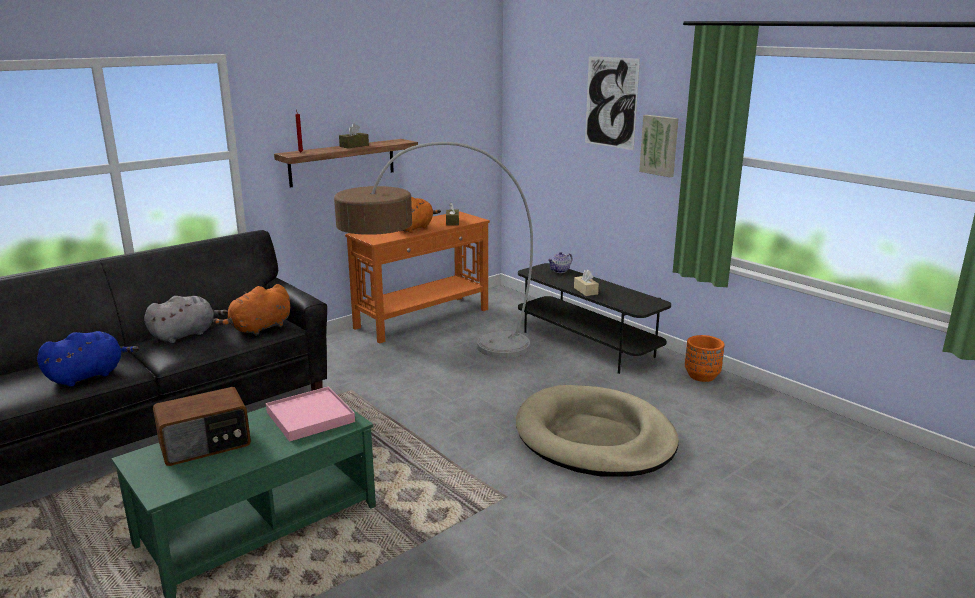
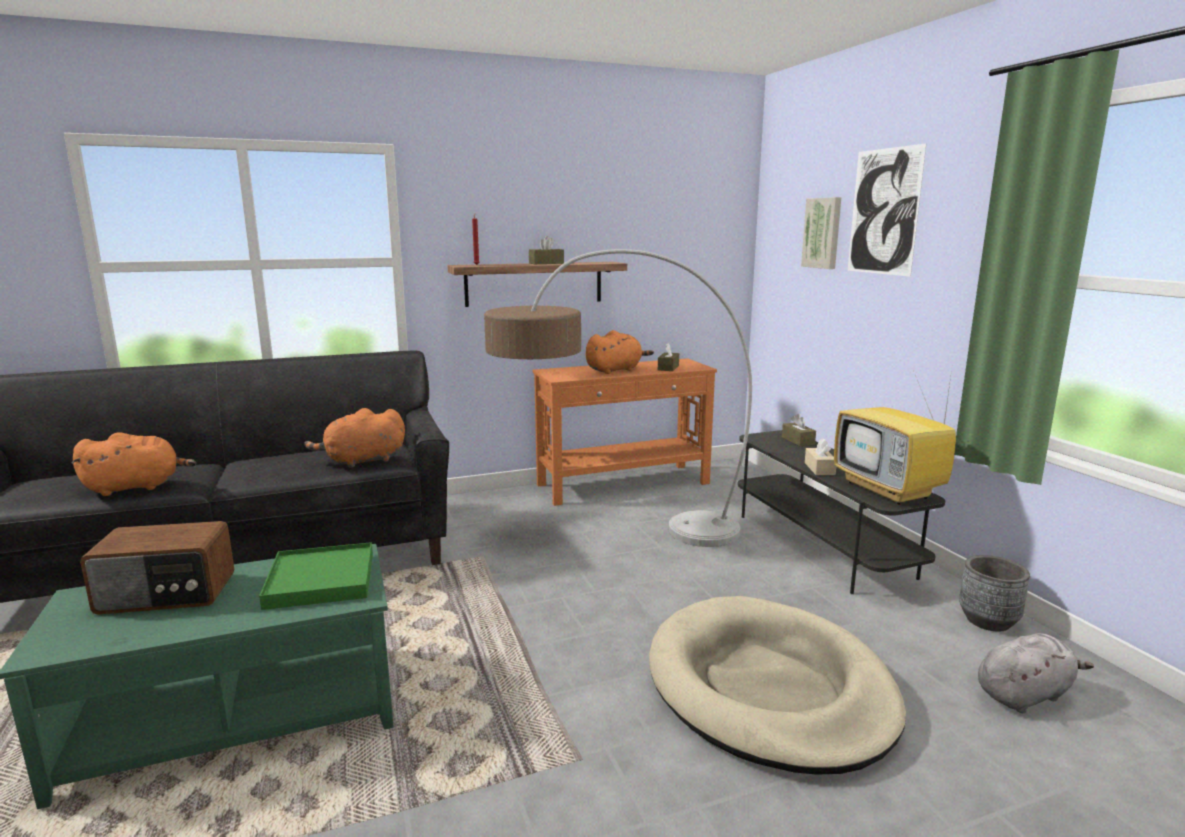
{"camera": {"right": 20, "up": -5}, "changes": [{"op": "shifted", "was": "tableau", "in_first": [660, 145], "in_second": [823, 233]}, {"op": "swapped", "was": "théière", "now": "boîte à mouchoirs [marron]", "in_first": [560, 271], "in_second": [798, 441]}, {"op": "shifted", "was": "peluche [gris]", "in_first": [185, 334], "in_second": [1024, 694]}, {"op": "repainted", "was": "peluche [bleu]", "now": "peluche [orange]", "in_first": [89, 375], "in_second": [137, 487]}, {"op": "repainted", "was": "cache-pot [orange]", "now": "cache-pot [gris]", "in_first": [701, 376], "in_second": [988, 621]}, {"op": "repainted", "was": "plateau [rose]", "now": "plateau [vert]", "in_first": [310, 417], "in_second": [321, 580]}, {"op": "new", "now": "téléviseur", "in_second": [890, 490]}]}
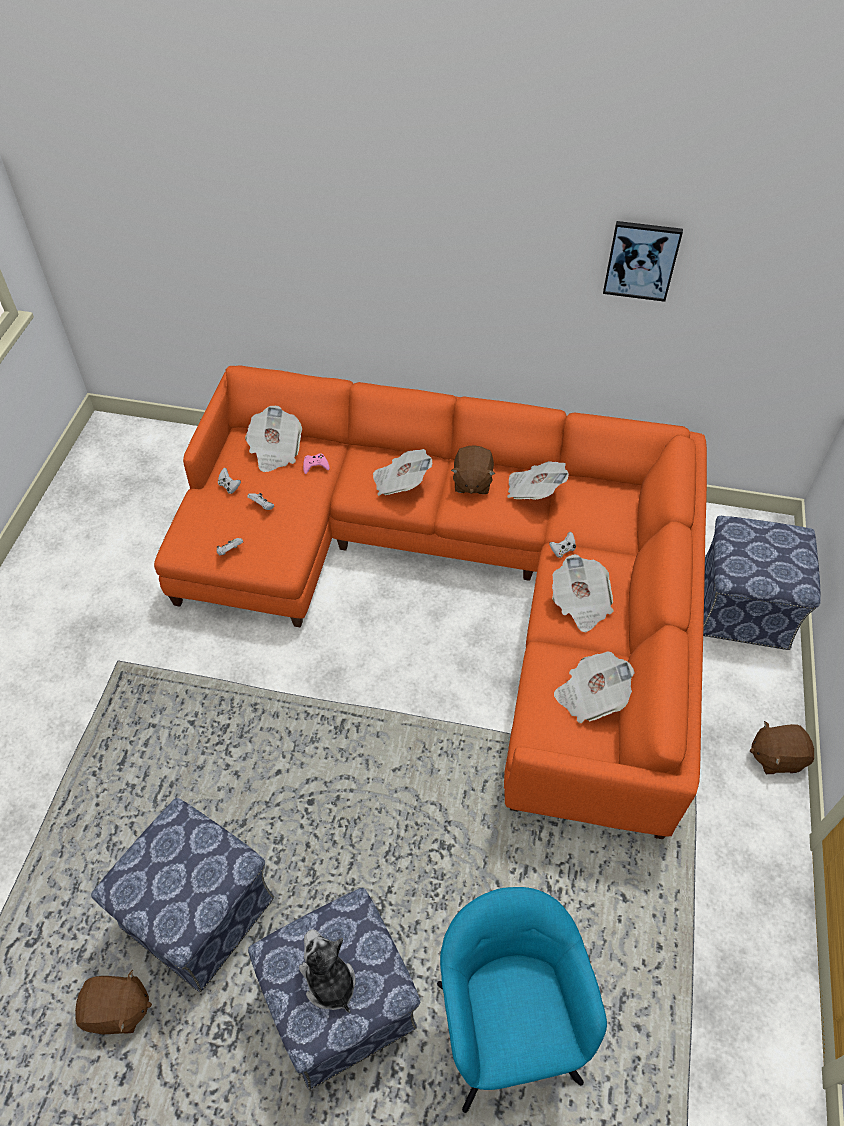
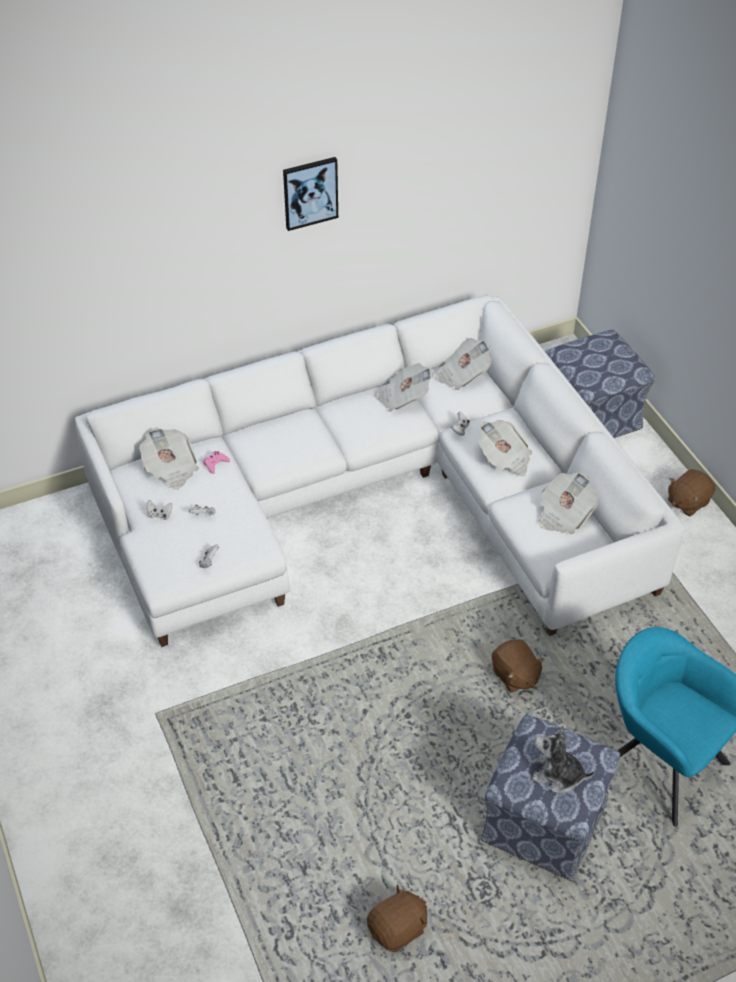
{"camera": {"right": -35, "up": -5}, "changes": [{"op": "shifted", "was": "tableau", "in_first": [641, 260], "in_second": [310, 192]}, {"op": "repainted", "was": "canapé [orange]", "now": "canapé [blanc]", "in_first": [462, 575], "in_second": [374, 499]}, {"op": "shifted", "was": "peluche [marron]", "in_first": [471, 482], "in_second": [515, 675]}, {"op": "shifted", "was": "journal", "in_first": [400, 483], "in_second": [462, 375]}, {"op": "gone", "was": "pouf", "in_first": [199, 910]}]}
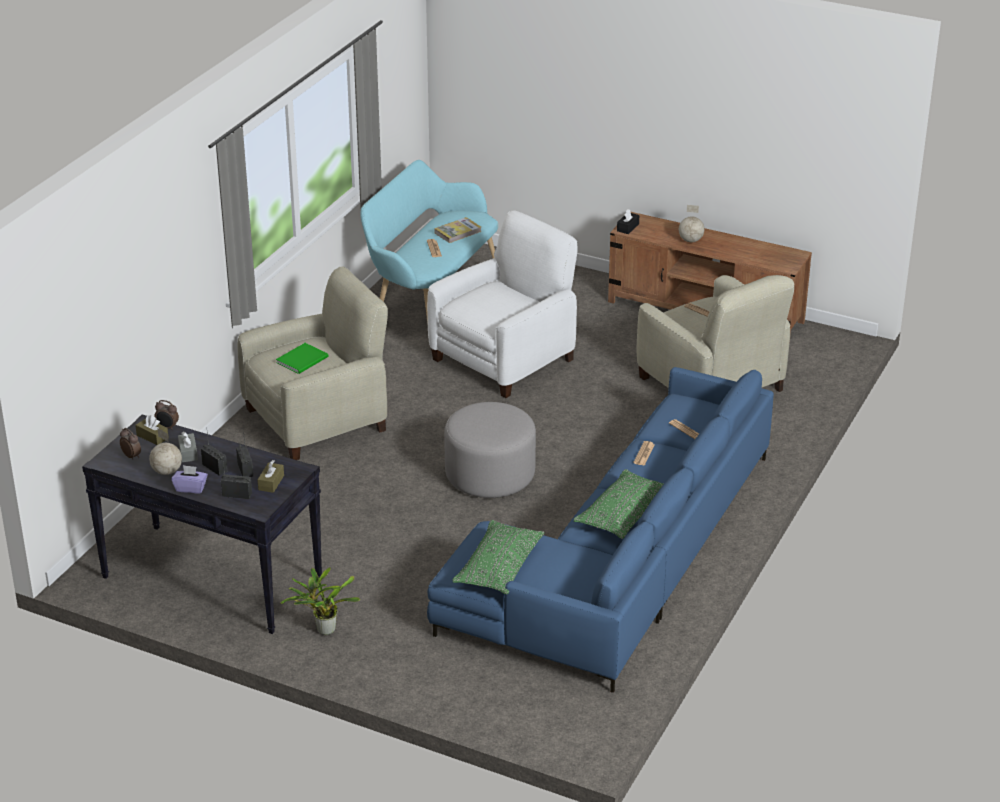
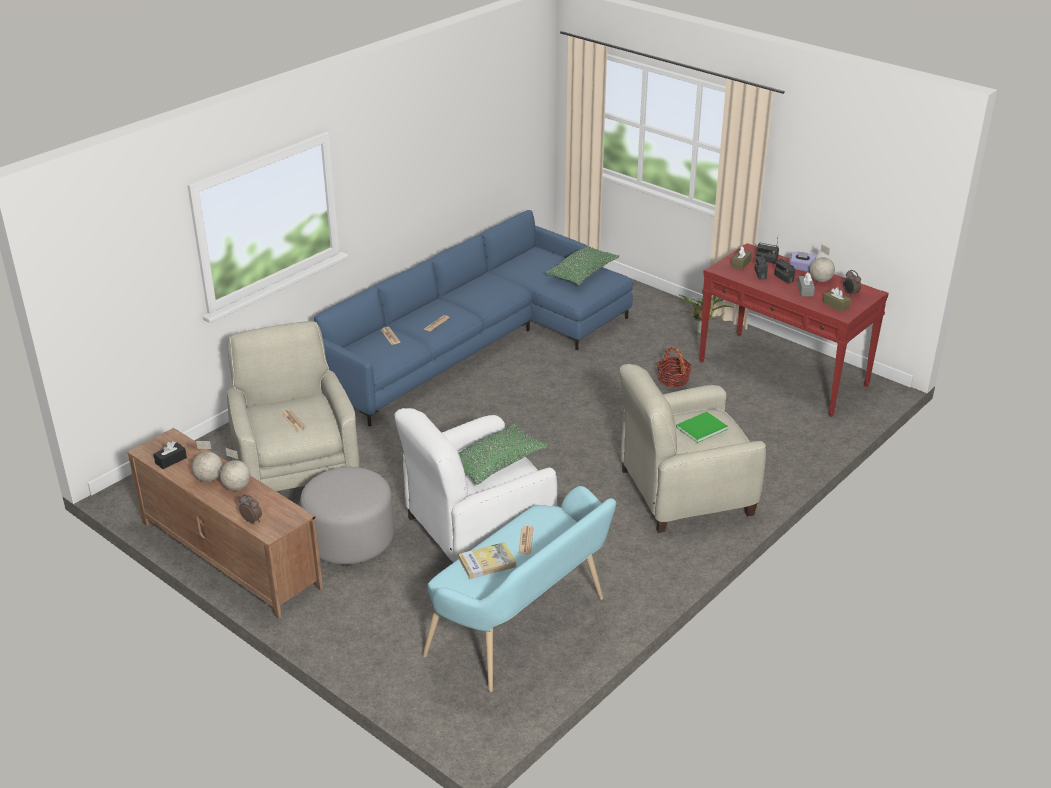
{"camera": {"right": -165, "up": 0}, "changes": [{"op": "shifted", "was": "boîte à mouchoirs [noir]", "in_first": [628, 227], "in_second": [171, 460]}, {"op": "shifted", "was": "réveil", "in_first": [167, 427], "in_second": [252, 520]}, {"op": "shifted", "was": "pouf [gris]", "in_first": [490, 475], "in_second": [349, 539]}, {"op": "repainted", "was": "table console [noir]", "now": "table console [rouge]", "in_first": [211, 578], "in_second": [783, 373]}, {"op": "shifted", "was": "coussin [vert]", "in_first": [623, 514], "in_second": [496, 463]}, {"op": "new", "now": "panier", "in_second": [673, 380]}, {"op": "new", "now": "globe", "in_second": [209, 478]}]}
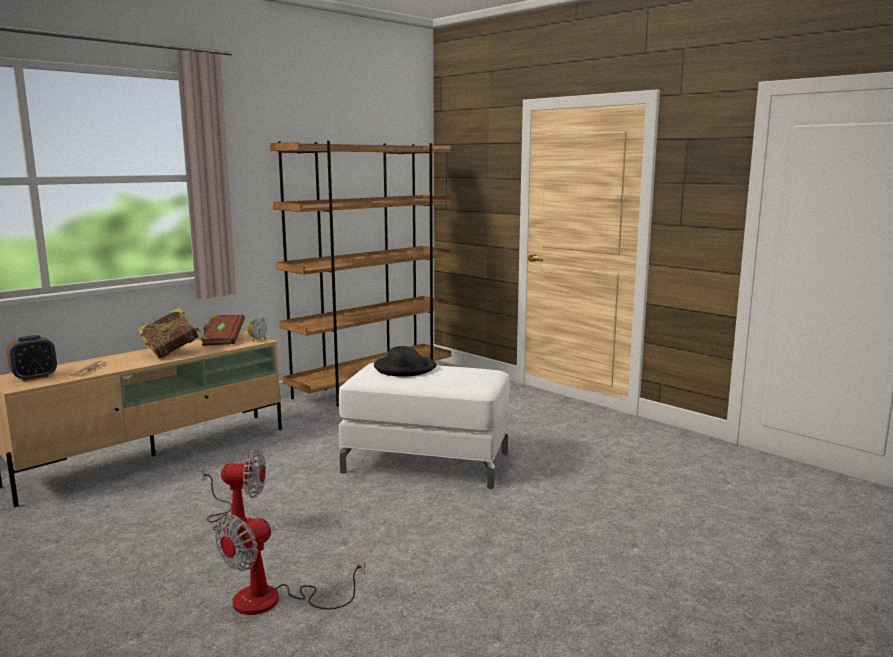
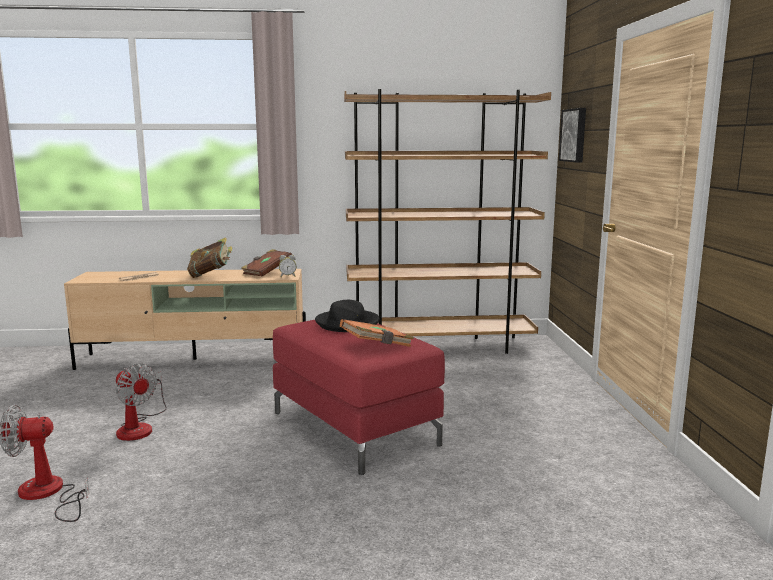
{"camera": {"right": 40, "up": 0}, "changes": [{"op": "gone", "was": "réveil", "in_first": [34, 377]}, {"op": "repainted", "was": "pouf [blanc]", "now": "pouf [rouge]", "in_first": [428, 462], "in_second": [355, 428]}, {"op": "new", "now": "tableau", "in_second": [574, 135]}, {"op": "new", "now": "livre [orange]", "in_second": [377, 346]}]}
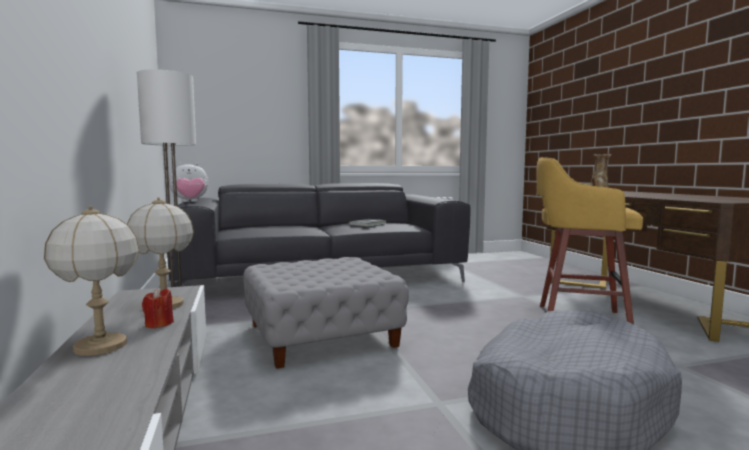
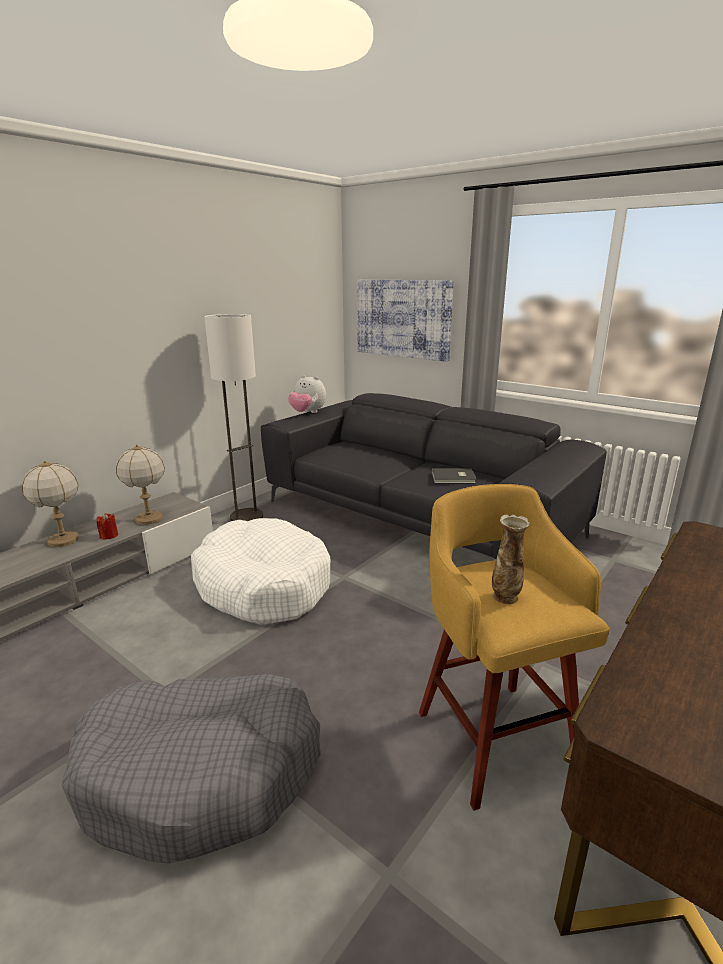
{"camera": {"right": 55, "up": 15}, "changes": [{"op": "swapped", "was": "pouf [gris]", "now": "panier pour chien [blanc]", "in_first": [321, 335], "in_second": [263, 585]}, {"op": "new", "now": "tableau", "in_second": [403, 318]}]}
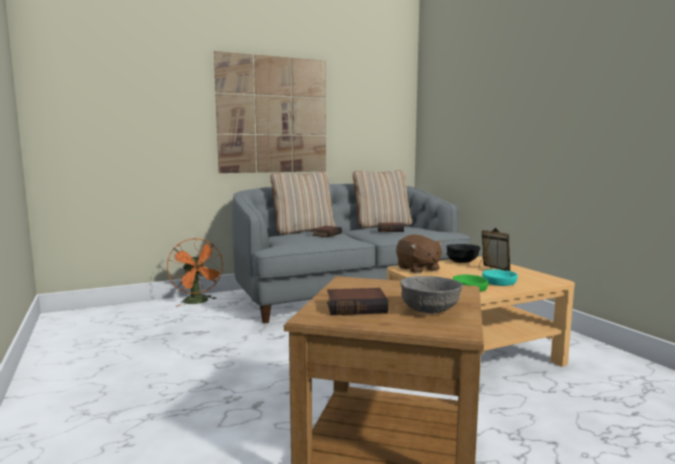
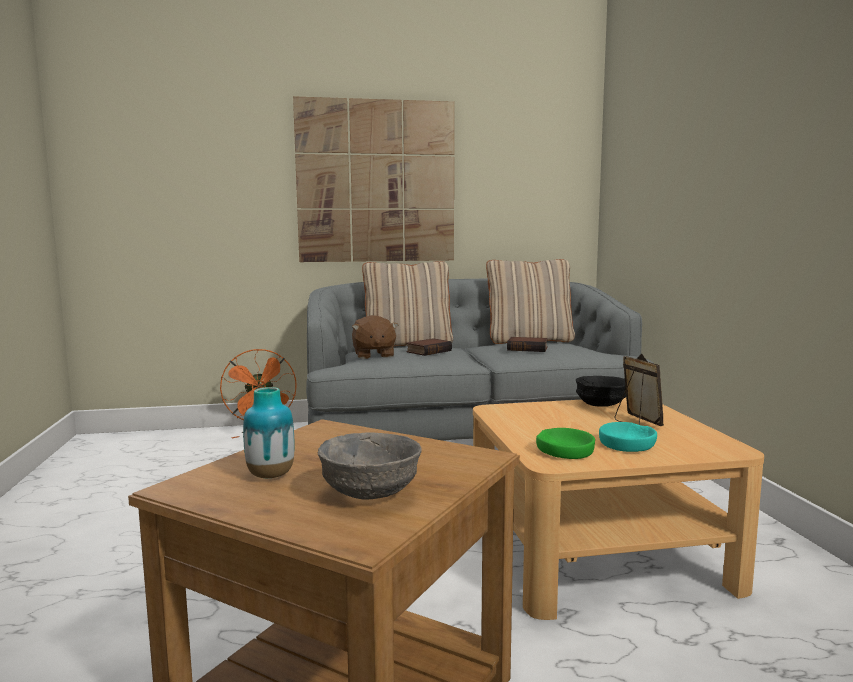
{"camera": {"right": 15, "up": 0}, "changes": [{"op": "shifted", "was": "peluche [marron]", "in_first": [418, 269], "in_second": [373, 355]}, {"op": "swapped", "was": "livre", "now": "vase", "in_first": [357, 307], "in_second": [270, 475]}]}
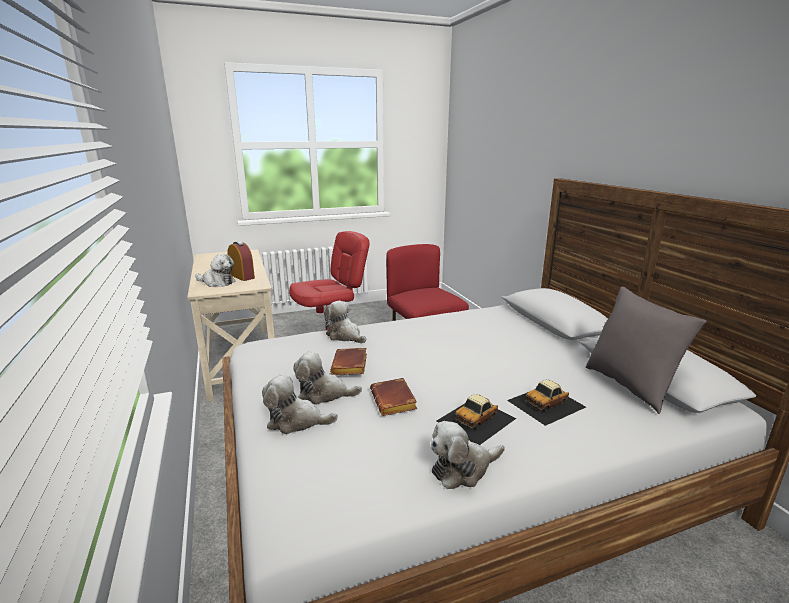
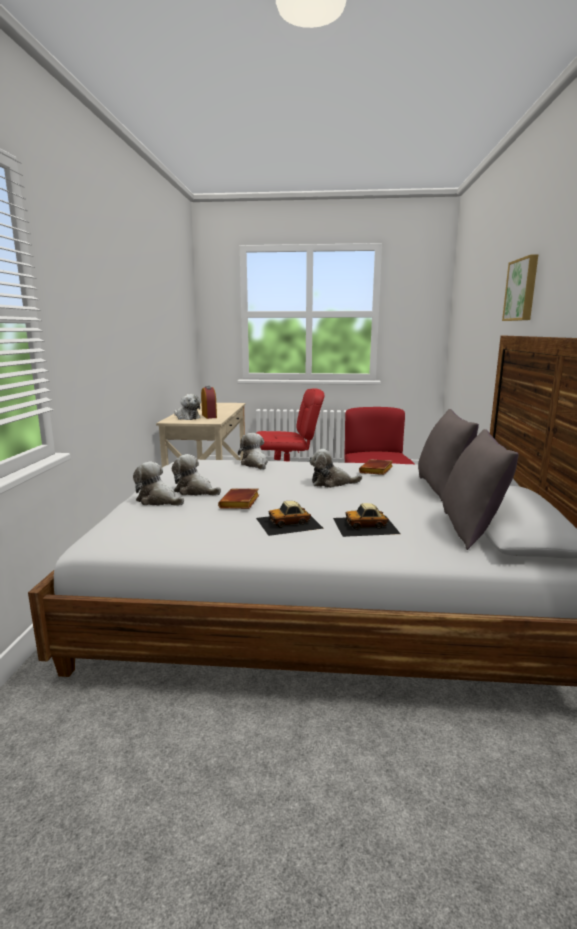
{"camera": {"right": 25, "up": -5}, "changes": [{"op": "shifted", "was": "livre [marron]", "in_first": [351, 366], "in_second": [377, 471]}, {"op": "shifted", "was": "peluche", "in_first": [463, 469], "in_second": [331, 483]}, {"op": "new", "now": "tableau", "in_second": [522, 290]}, {"op": "new", "now": "coussin [gris]", "in_second": [442, 488]}]}
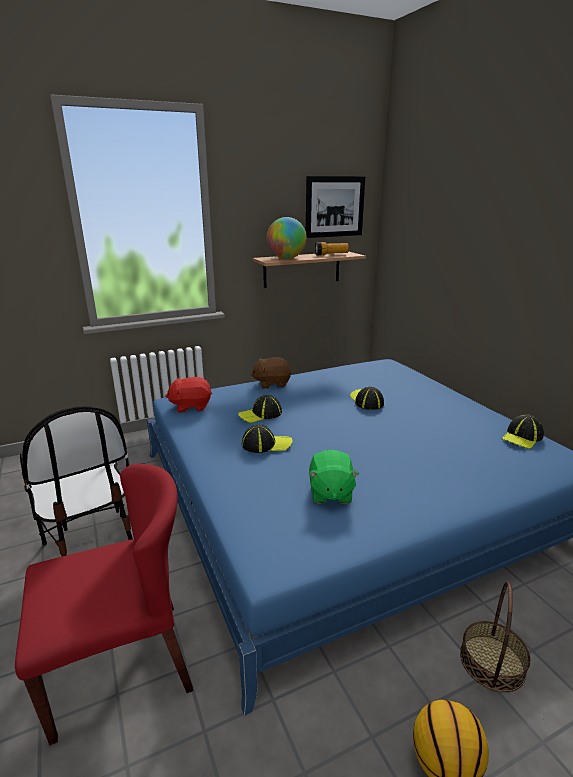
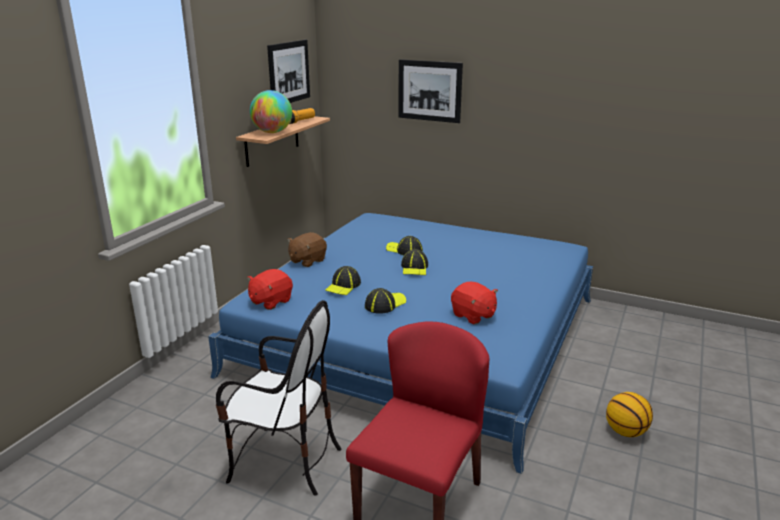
{"camera": {"right": -40, "up": 0}, "changes": [{"op": "shifted", "was": "casquette", "in_first": [522, 437], "in_second": [414, 268]}, {"op": "repainted", "was": "peluche [vert]", "now": "peluche [rouge]", "in_first": [330, 493], "in_second": [473, 315]}, {"op": "gone", "was": "panier", "in_first": [492, 662]}, {"op": "new", "now": "tableau", "in_second": [429, 91]}]}
